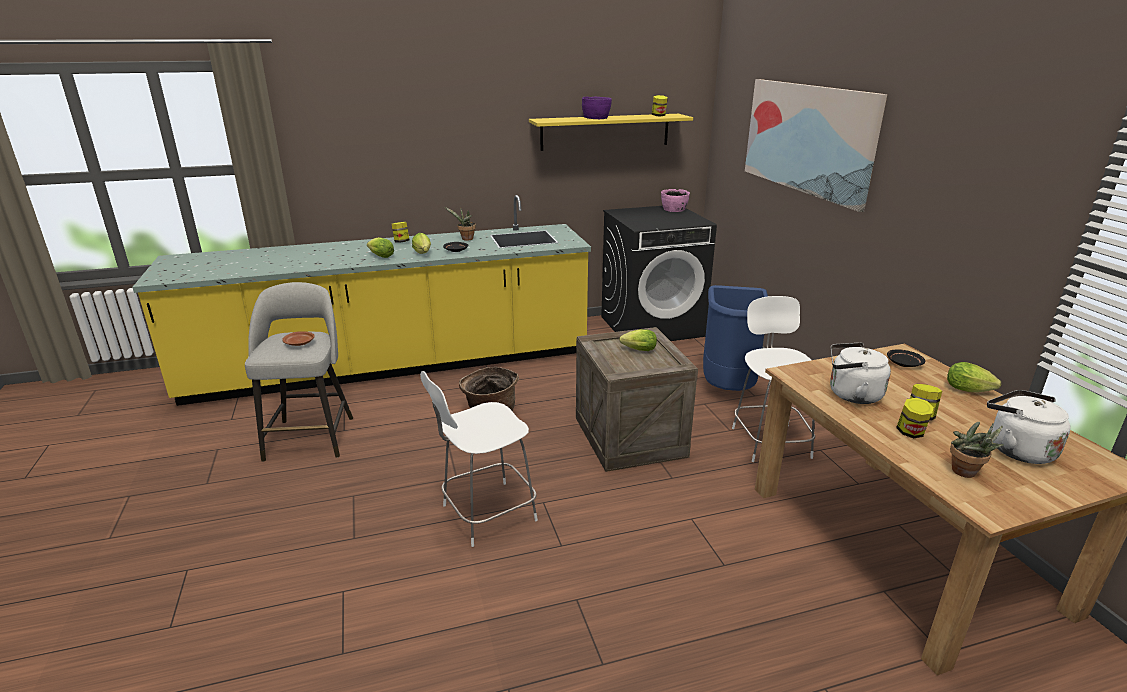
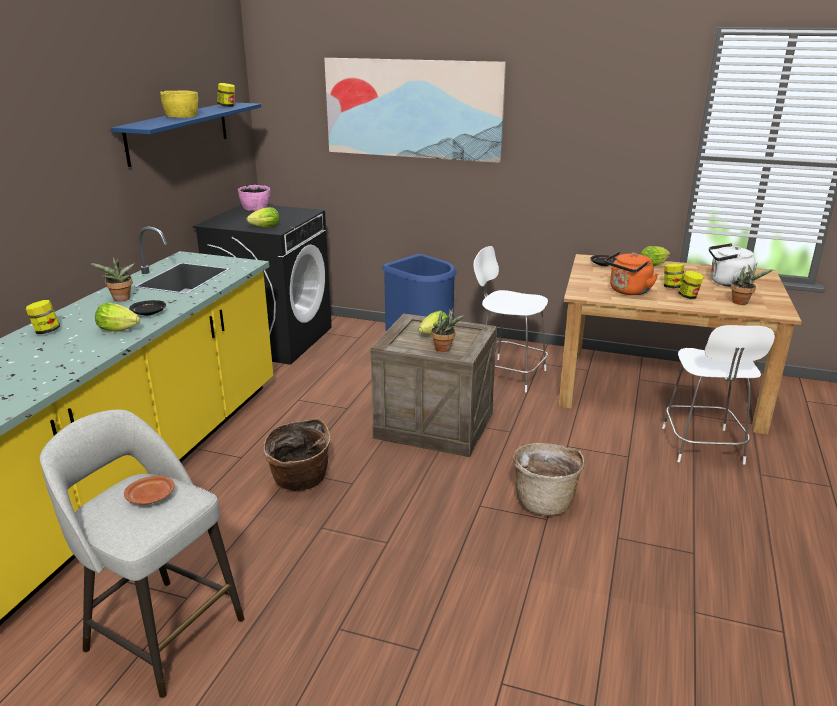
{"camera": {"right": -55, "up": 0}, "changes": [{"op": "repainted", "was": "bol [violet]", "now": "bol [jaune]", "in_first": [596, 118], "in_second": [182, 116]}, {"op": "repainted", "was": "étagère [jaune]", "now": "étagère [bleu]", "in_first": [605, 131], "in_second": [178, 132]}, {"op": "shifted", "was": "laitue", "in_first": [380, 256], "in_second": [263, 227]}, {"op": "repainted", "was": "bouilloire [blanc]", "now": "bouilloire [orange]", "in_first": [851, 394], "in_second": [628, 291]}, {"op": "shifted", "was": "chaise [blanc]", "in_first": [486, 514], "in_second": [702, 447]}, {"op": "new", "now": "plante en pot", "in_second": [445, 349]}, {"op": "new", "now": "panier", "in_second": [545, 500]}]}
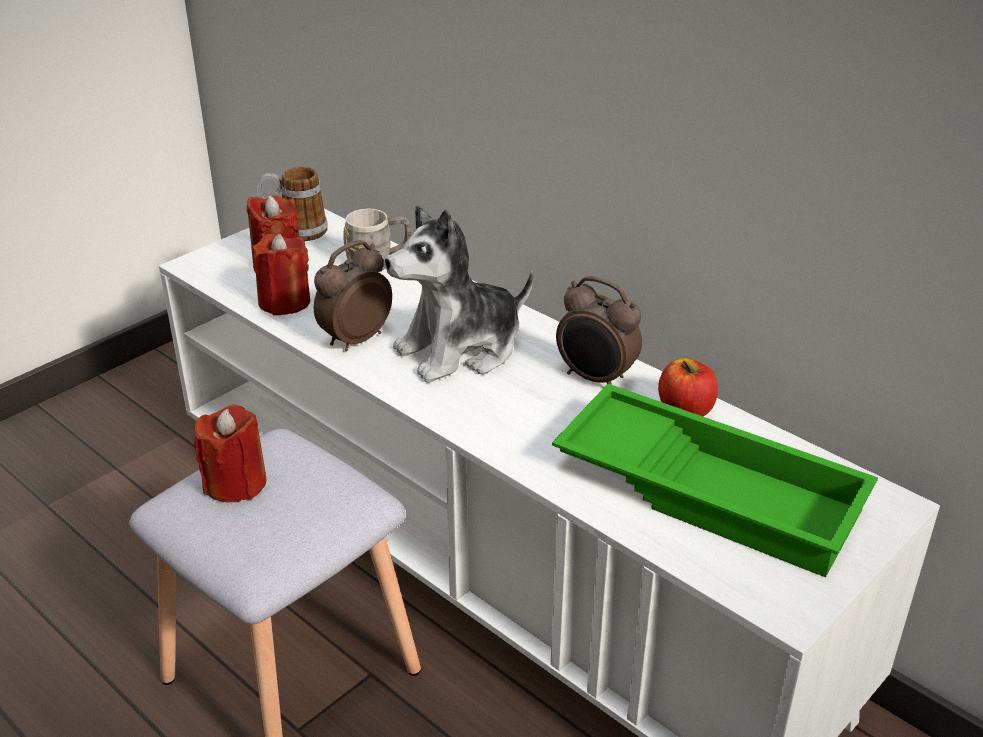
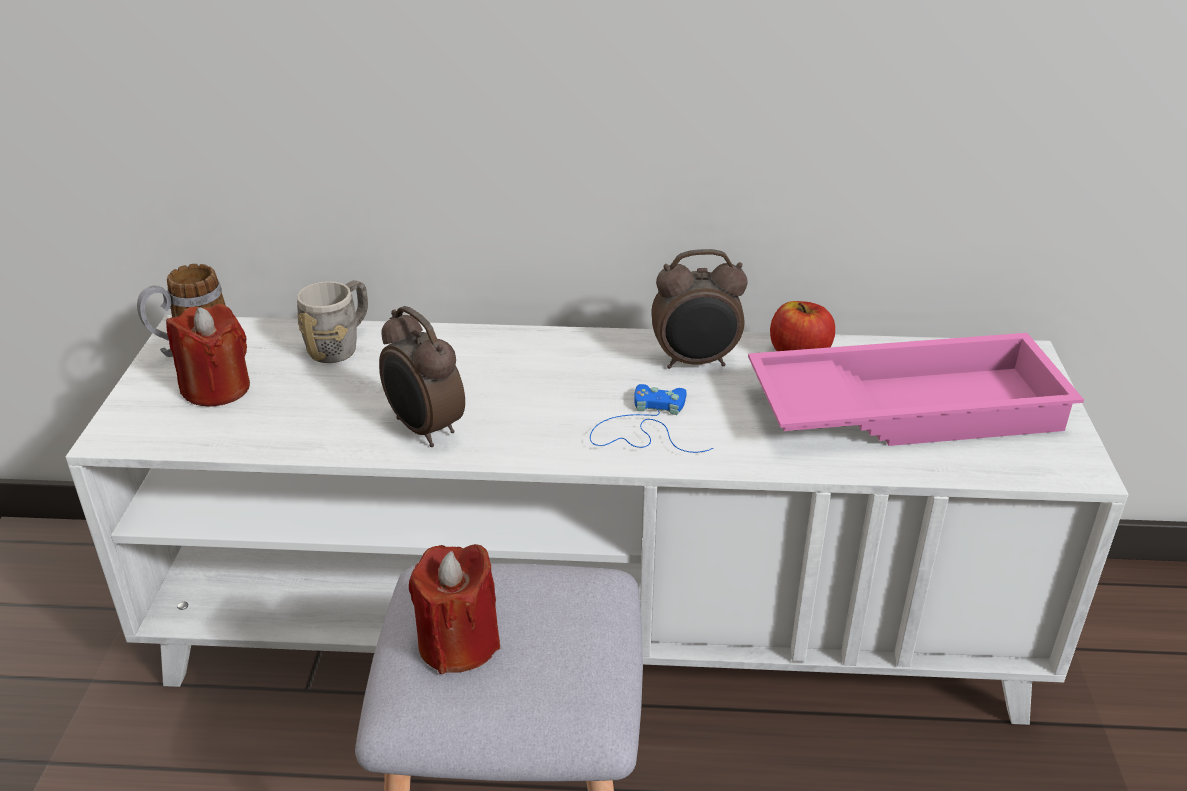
{"camera": {"right": -40, "up": 0}, "changes": [{"op": "gone", "was": "peluche", "in_first": [460, 350]}, {"op": "gone", "was": "bougie [rouge]", "in_first": [284, 302]}, {"op": "rotated", "was": "réveil", "in_first": [354, 339], "in_second": [424, 430], "clockwise": -45}, {"op": "repainted", "was": "plateau [vert]", "now": "plateau [rose]", "in_first": [712, 489], "in_second": [906, 407]}, {"op": "new", "now": "manette [bleu]", "in_second": [645, 427]}]}
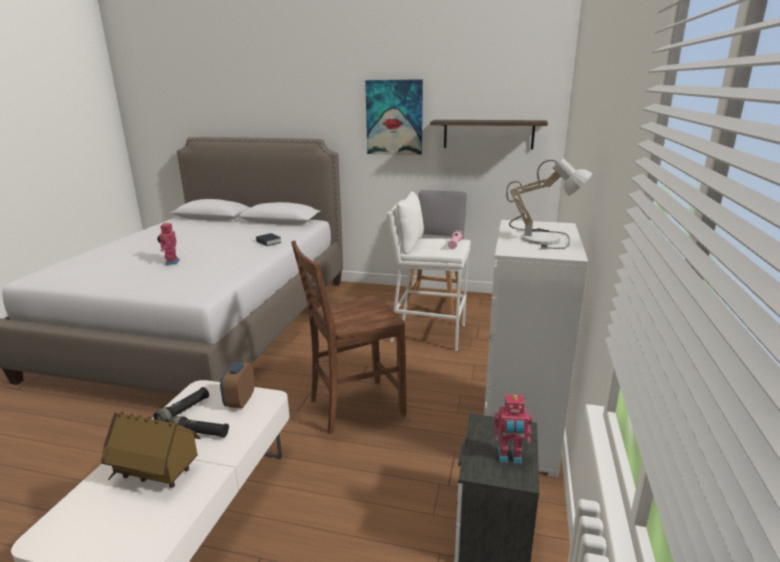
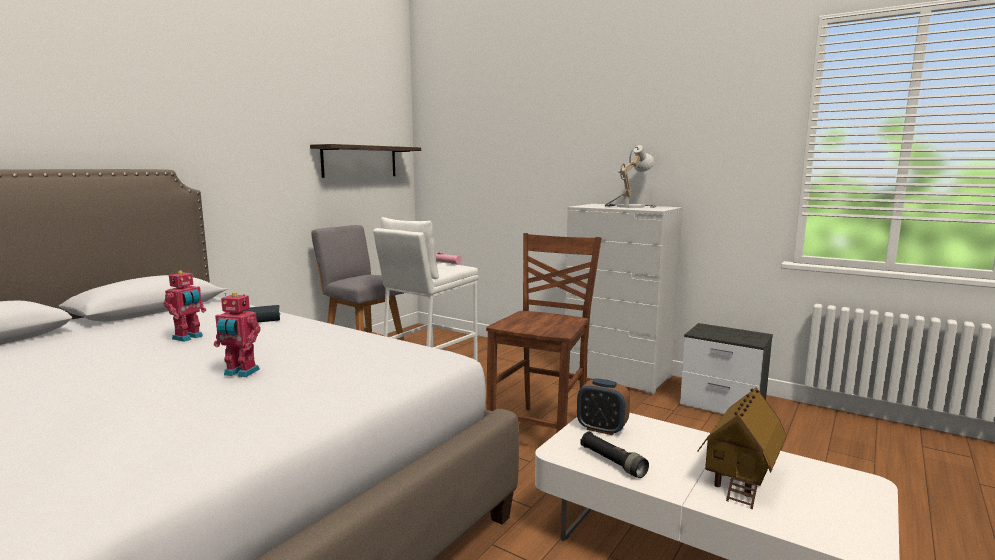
{"camera": {"right": -70, "up": -10}, "changes": [{"op": "gone", "was": "tableau", "in_first": [394, 117]}, {"op": "rotated", "was": "chaise [marron]", "in_first": [354, 406], "in_second": [542, 430], "clockwise": -150}, {"op": "shifted", "was": "robot jouet", "in_first": [509, 457], "in_second": [189, 338]}, {"op": "gone", "was": "lampe de poche [noir]", "in_first": [199, 433]}]}
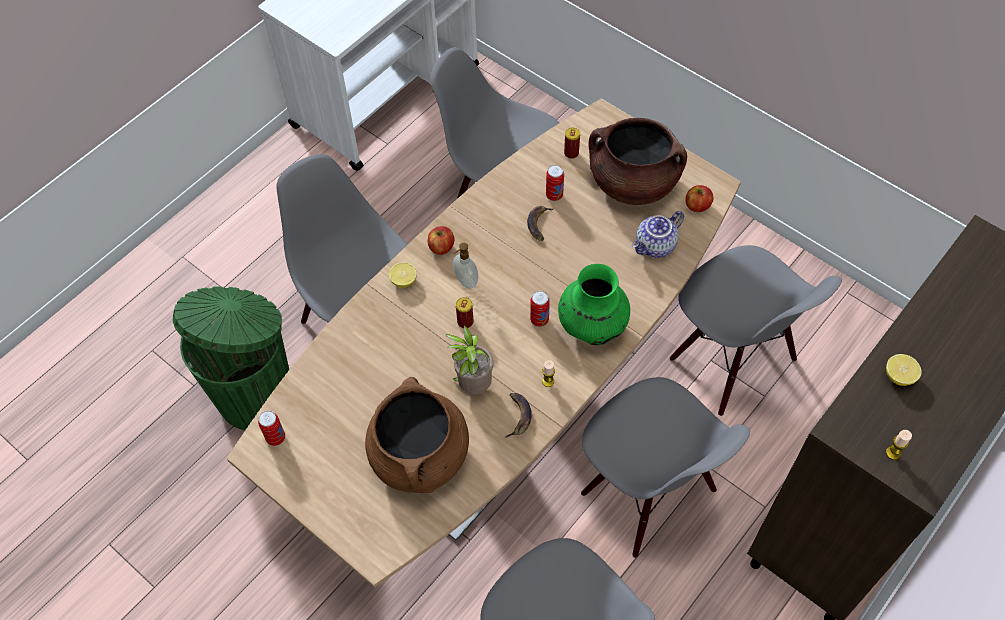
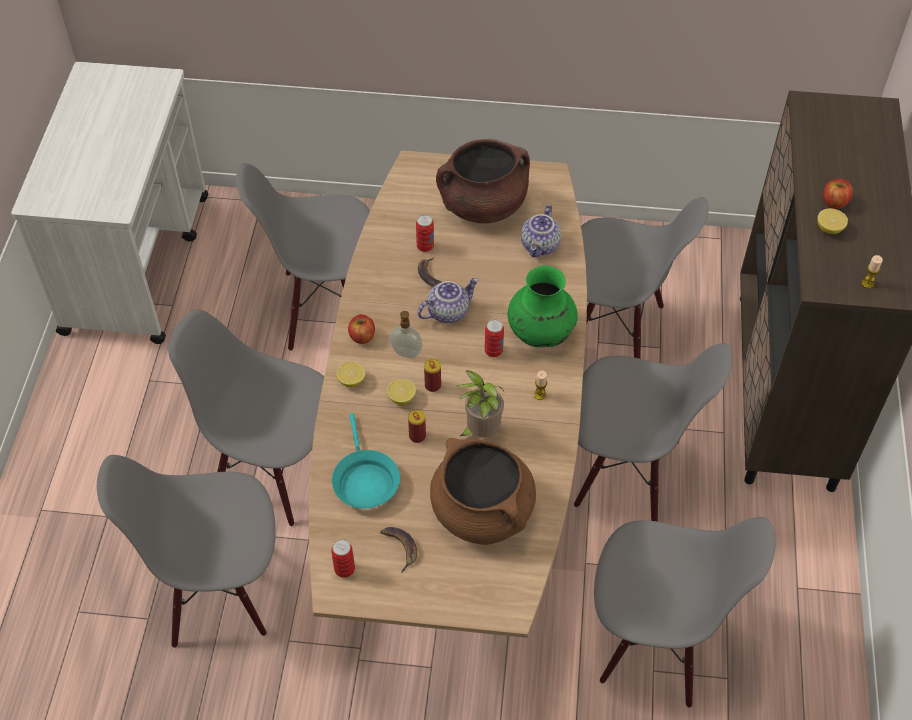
{"camera": {"right": -35, "up": -5}, "changes": [{"op": "shifted", "was": "boîte métallique", "in_first": [571, 153], "in_second": [417, 436]}, {"op": "shifted", "was": "pomme", "in_first": [697, 205], "in_second": [834, 202]}, {"op": "swapped", "was": "poubelle [vert]", "now": "chaise [gris]", "in_first": [257, 394], "in_second": [219, 590]}, {"op": "shifted", "was": "banane", "in_first": [517, 415], "in_second": [399, 547]}, {"op": "new", "now": "théière", "in_second": [448, 311]}, {"op": "new", "now": "citron", "in_second": [401, 398]}, {"op": "new", "now": "poêle [turquoise]", "in_second": [364, 480]}]}
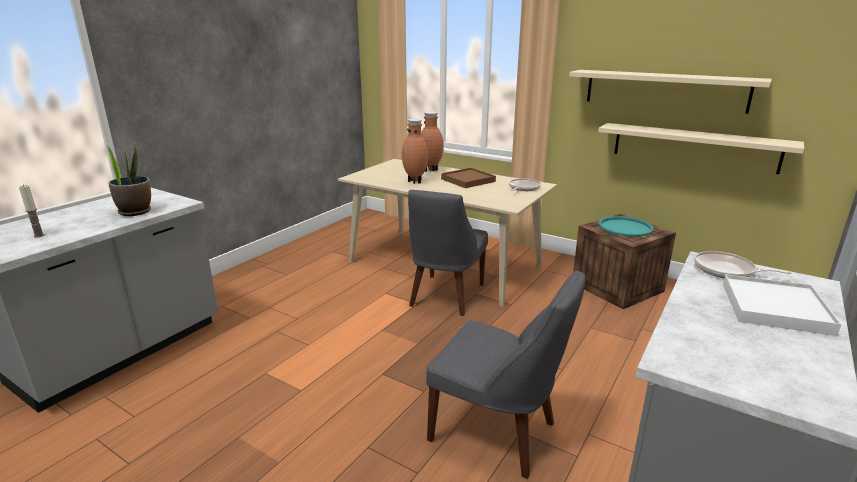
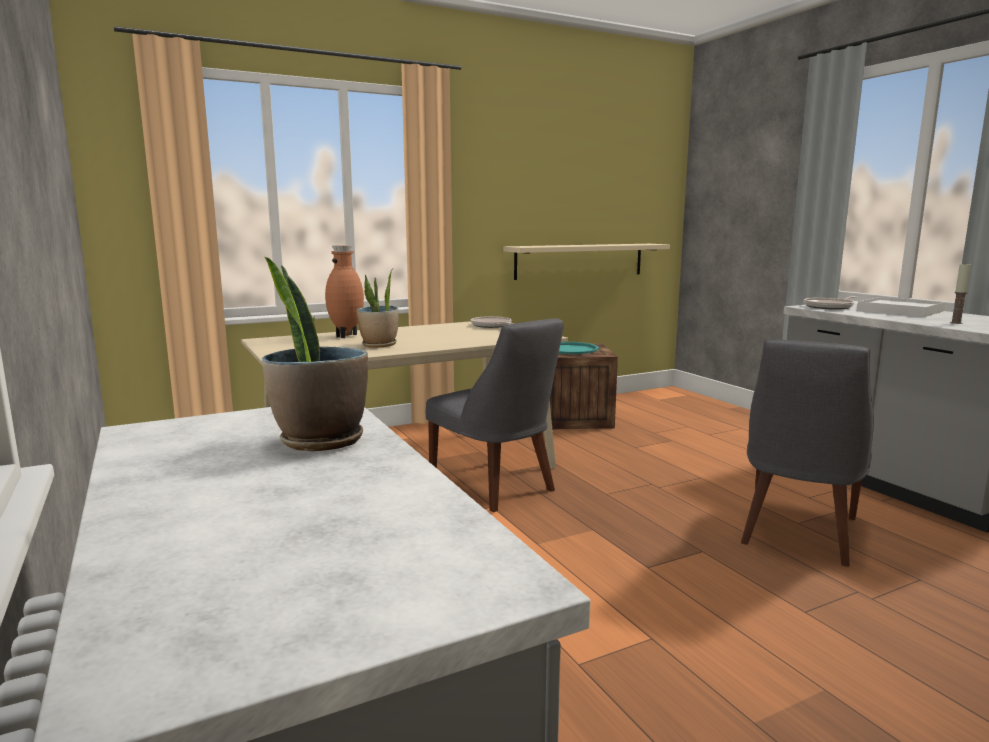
{"camera": {"right": -60, "up": -10}, "changes": [{"op": "gone", "was": "étagère [beige]", "in_first": [664, 90]}, {"op": "swapped", "was": "vase [marron]", "now": "plante en pot", "in_first": [415, 181], "in_second": [379, 345]}, {"op": "gone", "was": "plateau [marron]", "in_first": [468, 180]}, {"op": "shifted", "was": "bougie", "in_first": [39, 235], "in_second": [956, 323]}, {"op": "rotated", "was": "chaise [gris]", "in_first": [498, 433], "in_second": [797, 533], "clockwise": 150}]}
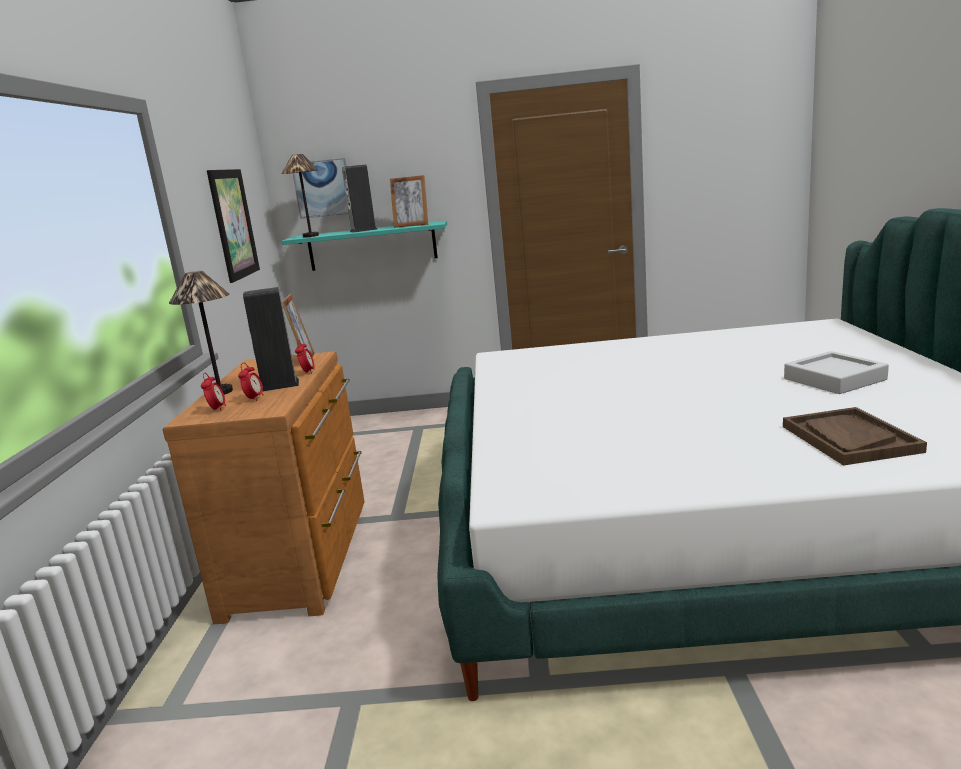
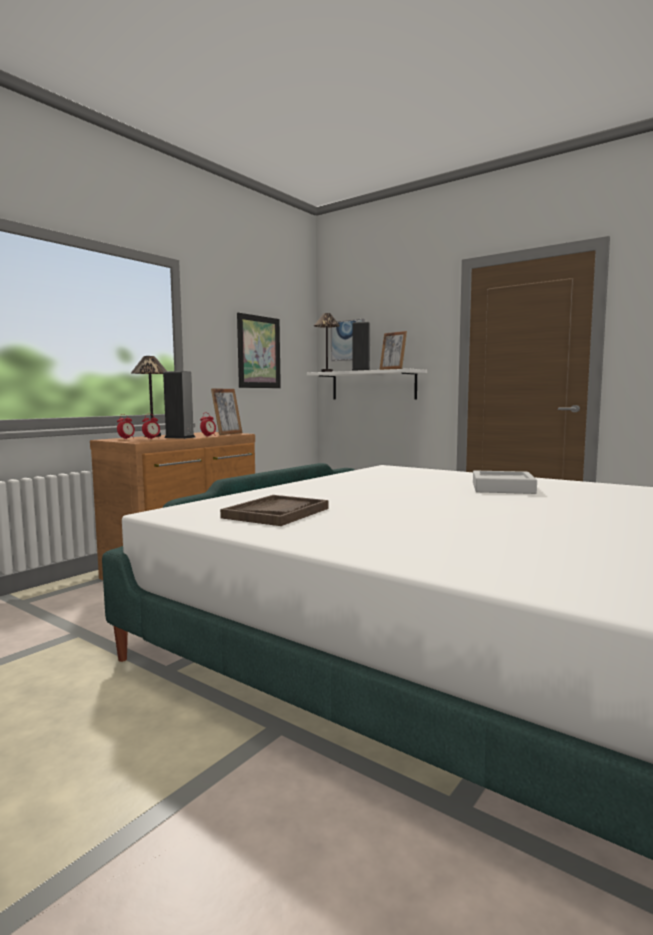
{"camera": {"right": 35, "up": -10}, "changes": [{"op": "repainted", "was": "étagère [turquoise]", "now": "étagère [blanc]", "in_first": [372, 246], "in_second": [373, 385]}, {"op": "shifted", "was": "plateau [gris]", "in_first": [834, 379], "in_second": [502, 488]}, {"op": "shifted", "was": "plateau [marron]", "in_first": [849, 438], "in_second": [276, 513]}]}
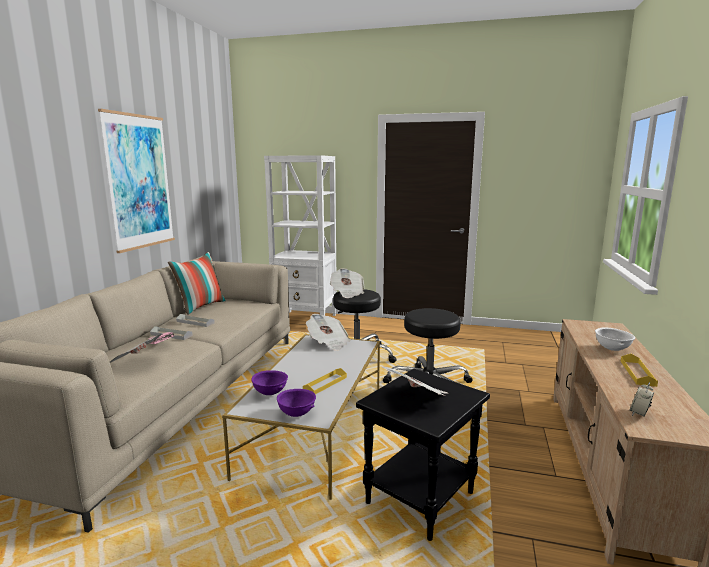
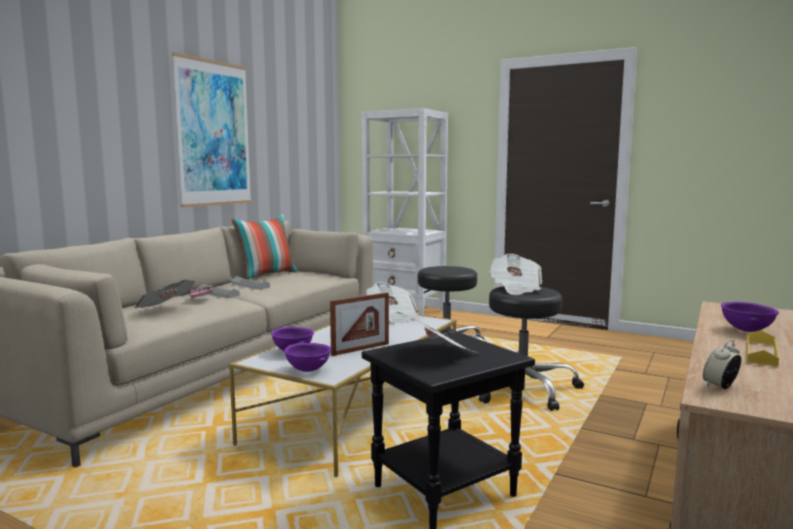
{"camera": {"right": 15, "up": -5}, "changes": [{"op": "shifted", "was": "journal", "in_first": [347, 293], "in_second": [515, 289]}, {"op": "repainted", "was": "bol [blanc]", "now": "bol [violet]", "in_first": [612, 349], "in_second": [747, 330]}, {"op": "swapped", "was": "plateau [jaune]", "now": "cadre photo", "in_first": [325, 383], "in_second": [360, 349]}]}
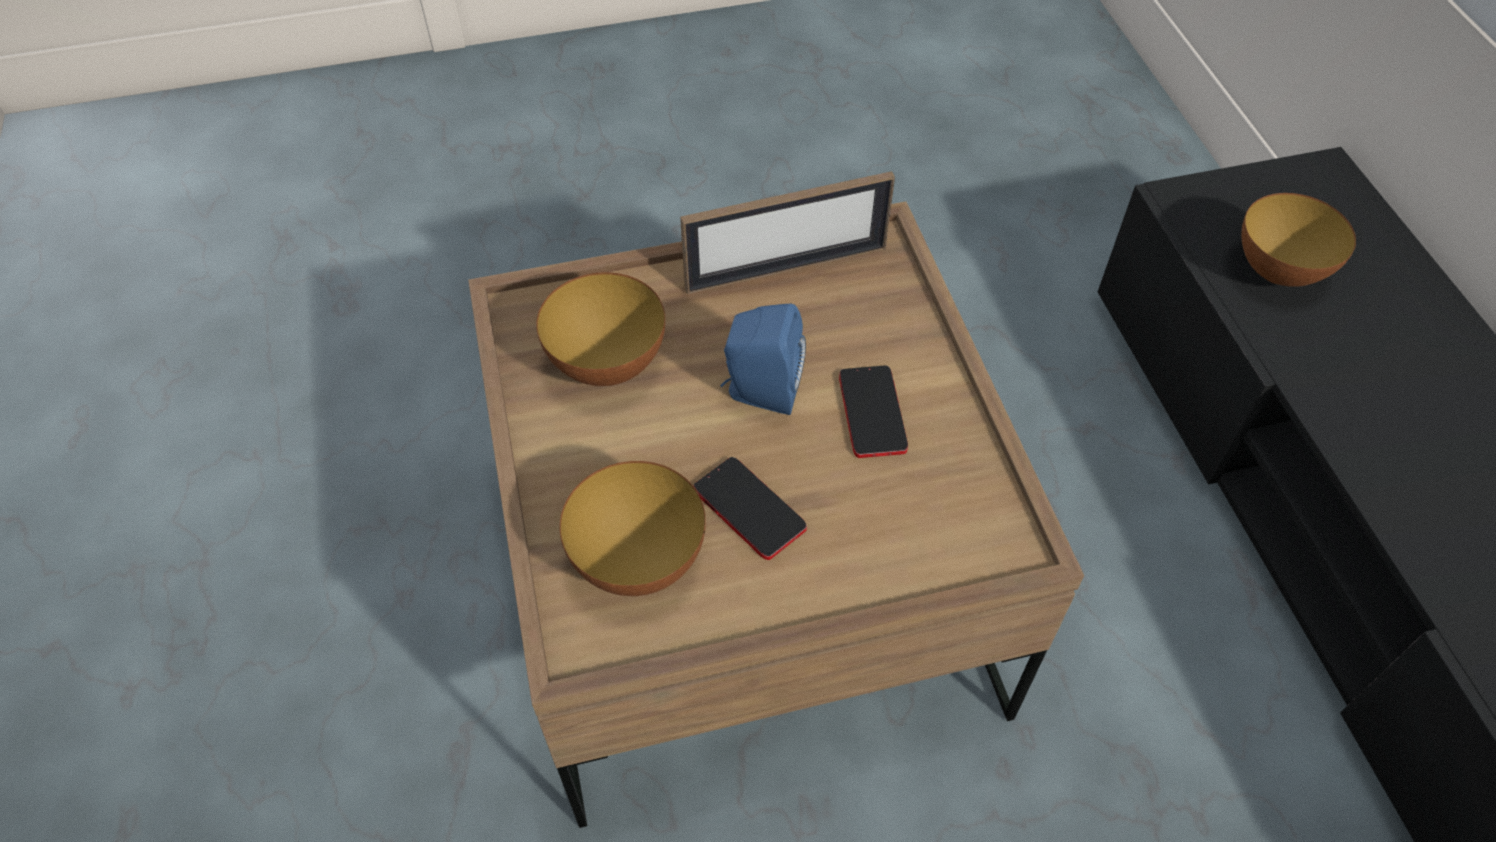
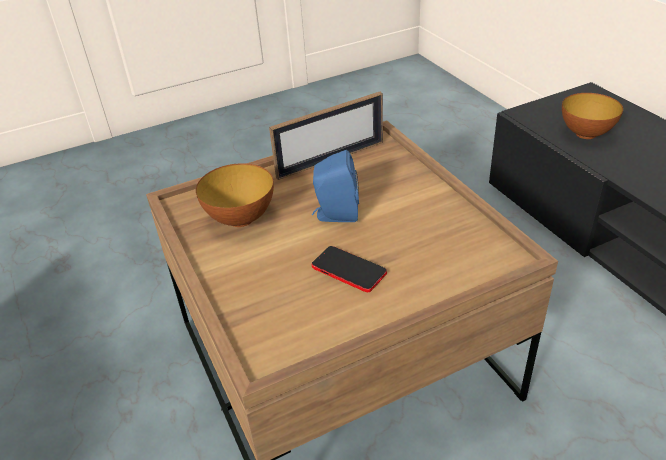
{"camera": {"right": -10, "up": -15}, "changes": [{"op": "gone", "was": "téléphone", "in_first": [872, 412]}, {"op": "gone", "was": "bol", "in_first": [638, 561]}]}
